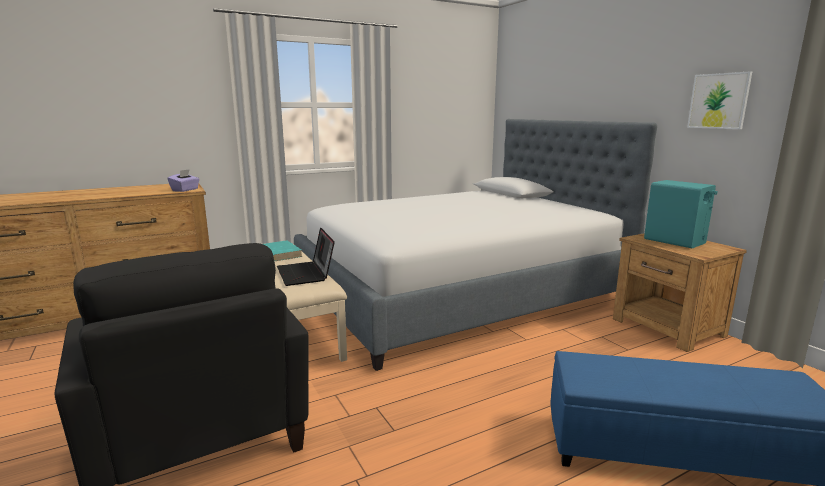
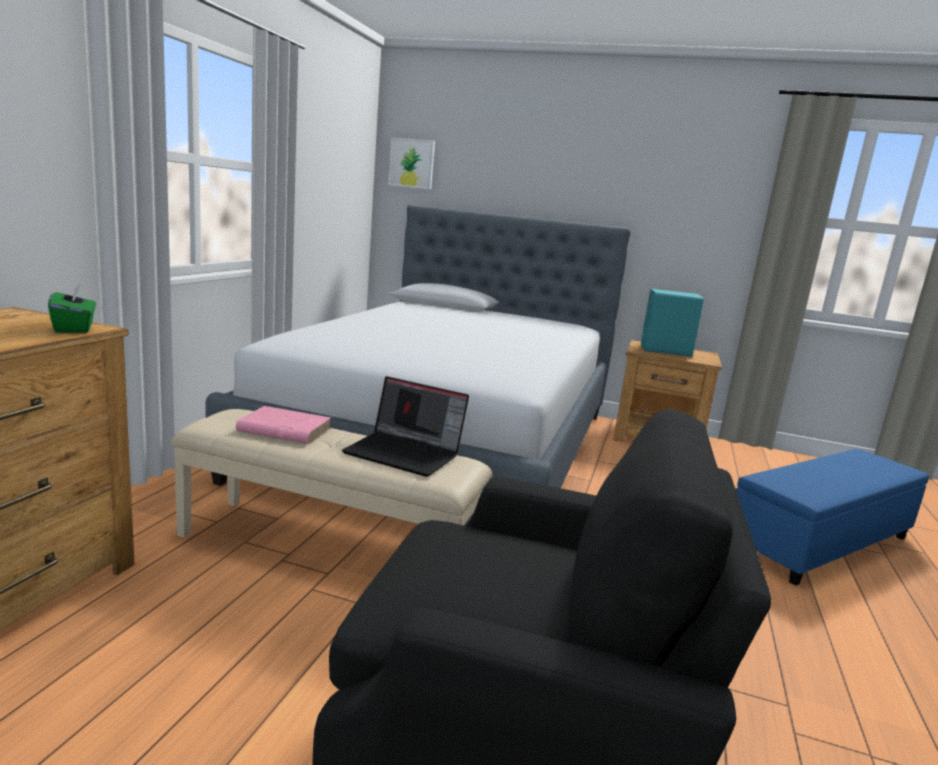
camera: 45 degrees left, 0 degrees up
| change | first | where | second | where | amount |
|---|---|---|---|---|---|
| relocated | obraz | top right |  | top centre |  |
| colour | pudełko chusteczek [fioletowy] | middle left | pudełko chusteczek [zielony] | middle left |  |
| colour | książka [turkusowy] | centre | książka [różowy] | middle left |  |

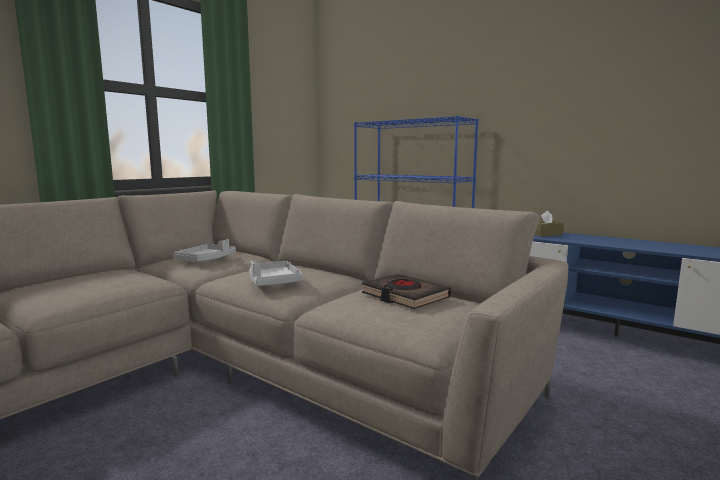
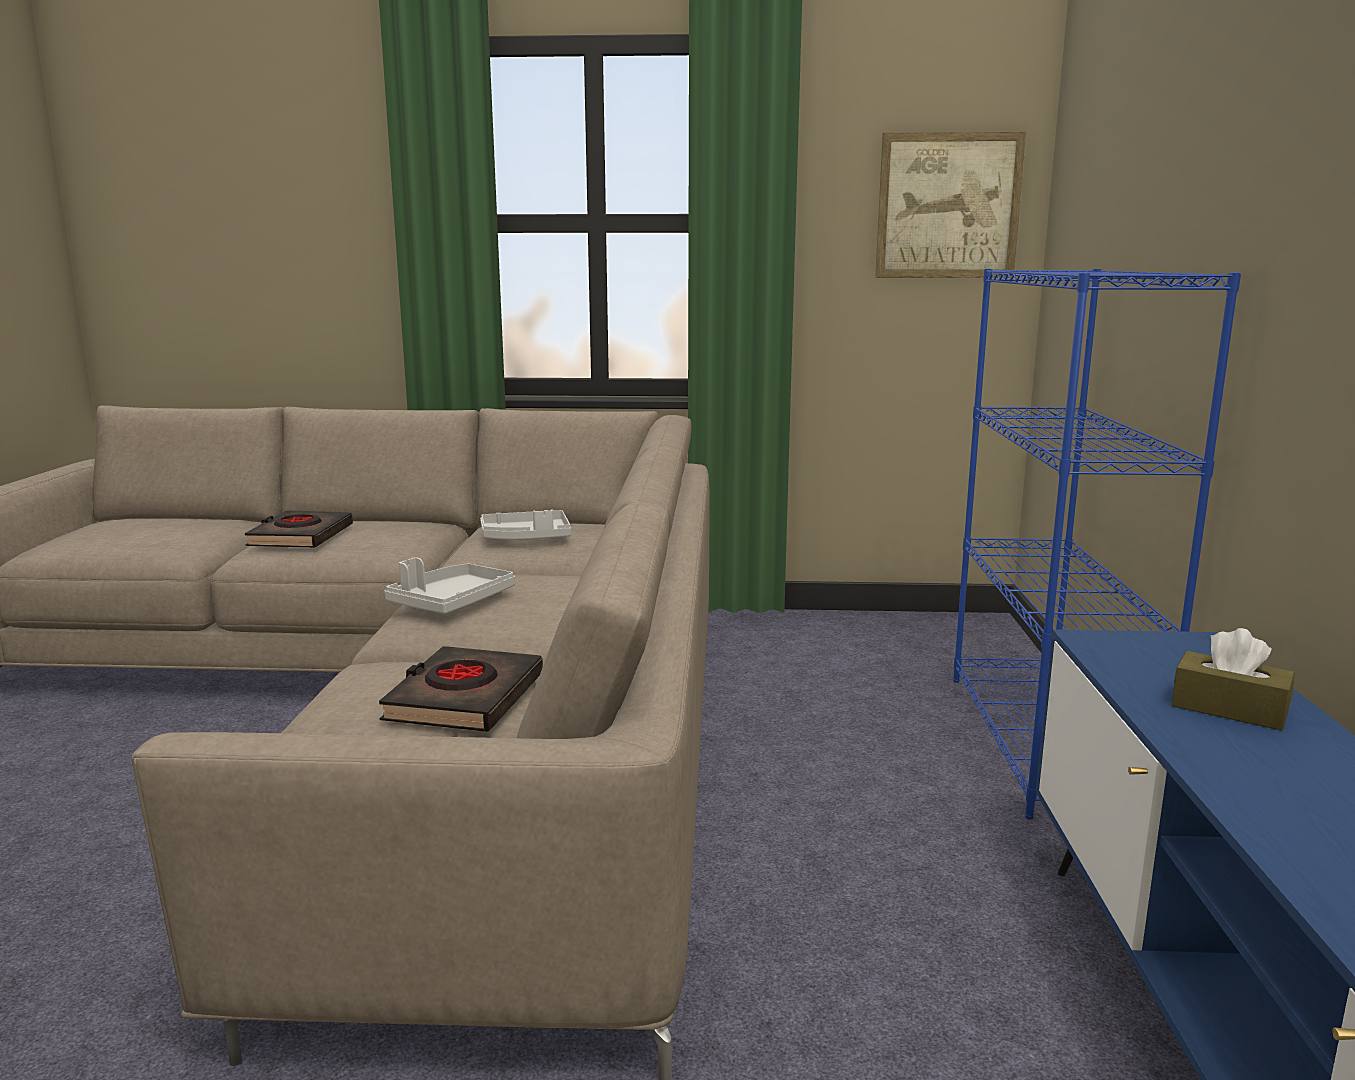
camera: 55 degrees right, 5 degrees up
| change | first | where | second | where | amount |
|---|---|---|---|---|---|
| appeared |  |  | książka [czarny] (no. 1 from left) | middle left |  |
| appeared |  |  | obraz | top right |  |

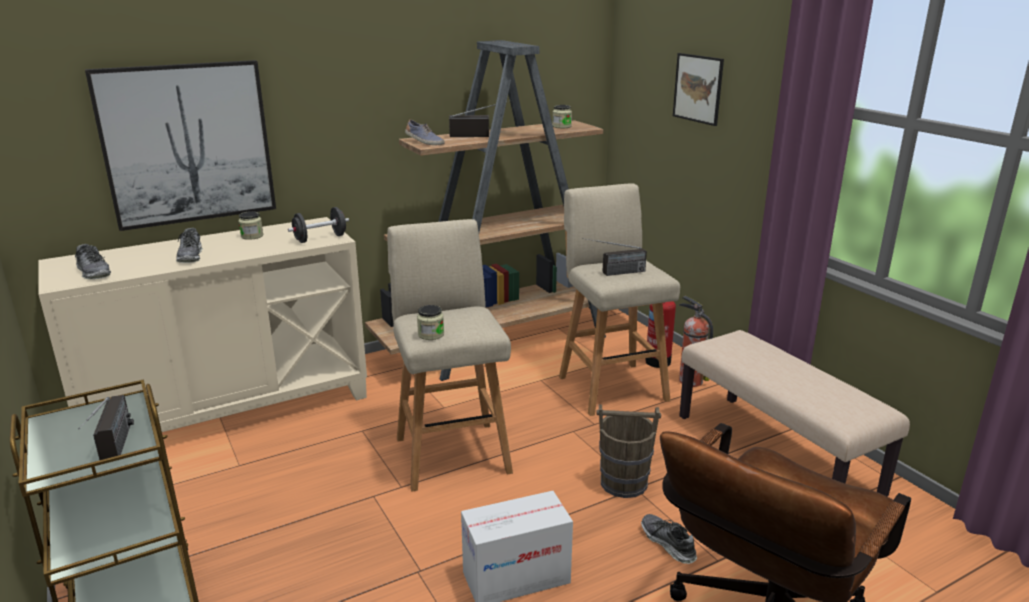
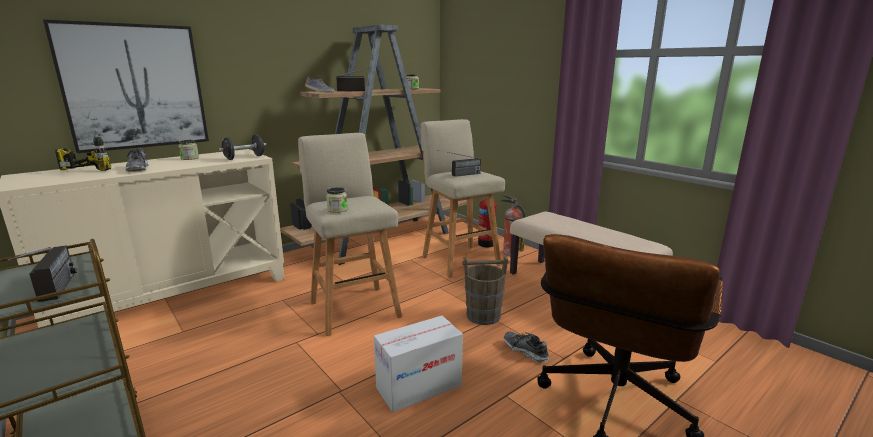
camera: 10 degrees left, 5 degrees down
| change | first | where | second | where | amount |
|---|---|---|---|---|---|
| missing | but (no. 1 from left) | middle left |  |  |  |
| missing | obraz (no. 2 from left) | top right |  |  |  |
| appeared |  |  | wiertarka | middle left |  |

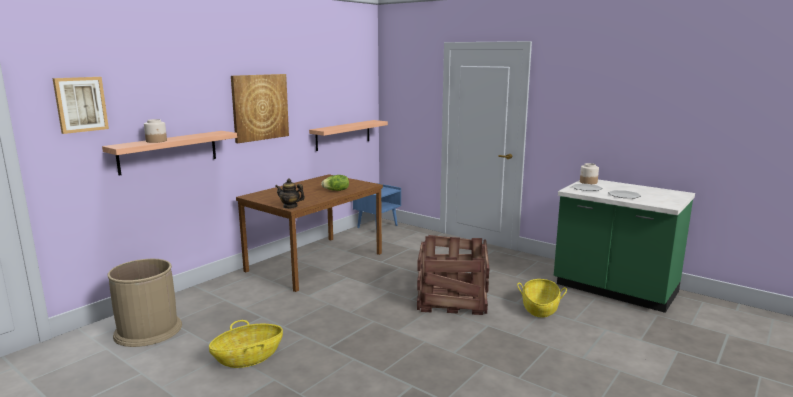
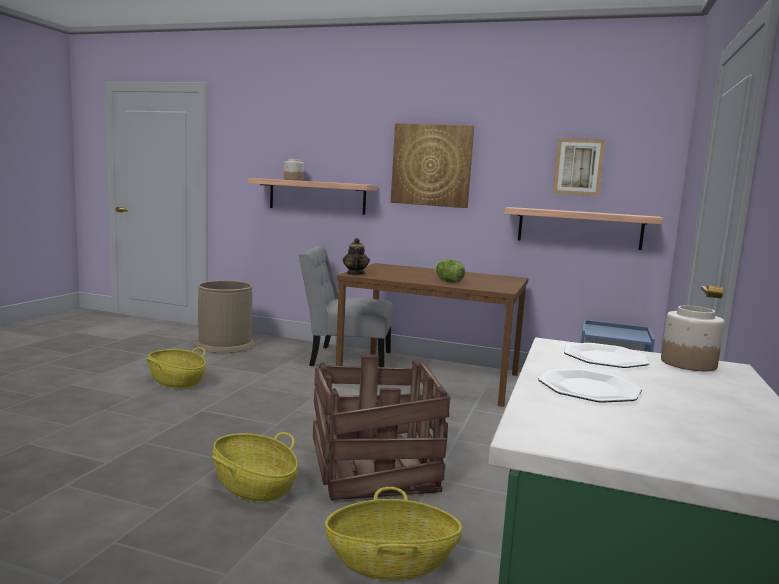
camera: 70 degrees right, 5 degrees down
| change | first | where | second | where | amount |
|---|---|---|---|---|---|
| appeared |  |  | koszyk (no. 2 from left) | bottom left |  |
| appeared |  |  | krzesło [szary] | centre |  |
| relocated | obraz (no. 1 from left in the first image) | top left | obraz (no. 2 from left) | top right |  |

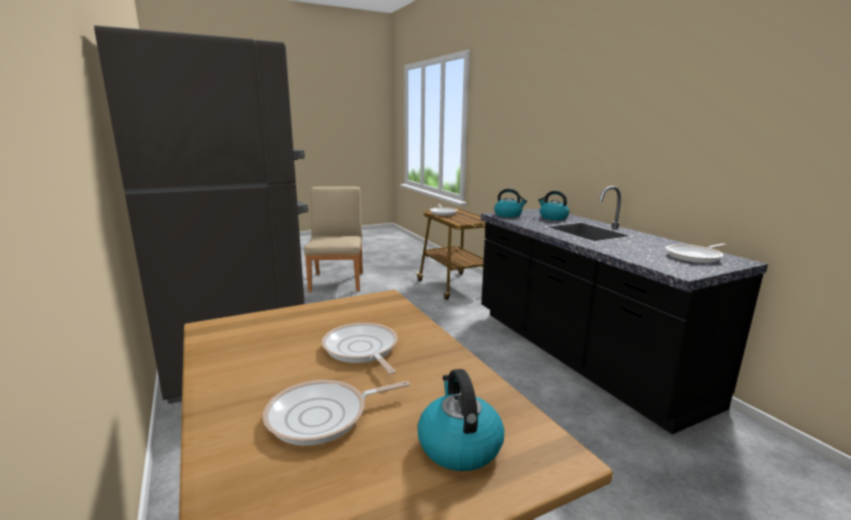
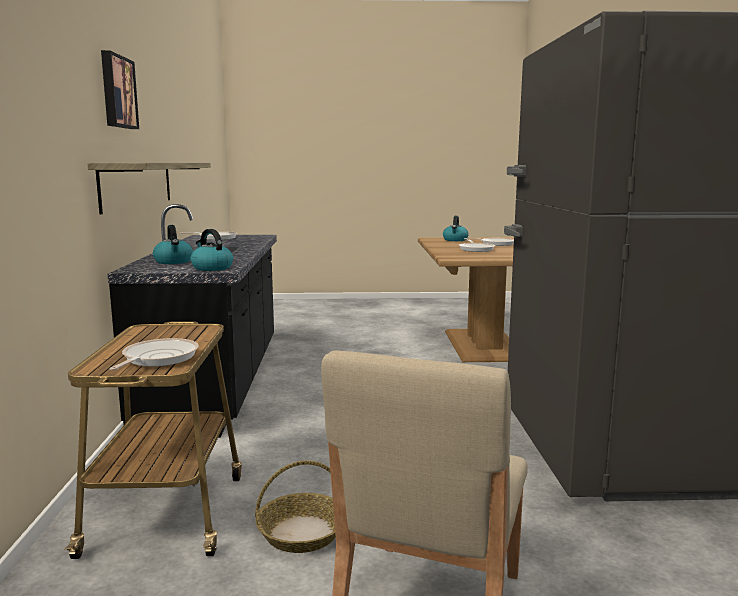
camera: 155 degrees left, 5 degrees down
| change | first | where | second | where | amount |
|---|---|---|---|---|---|
| appeared |  |  | półka | top left |  |
| appeared |  |  | obraz | top left |  |
| appeared |  |  | koszyk | bottom centre |  |

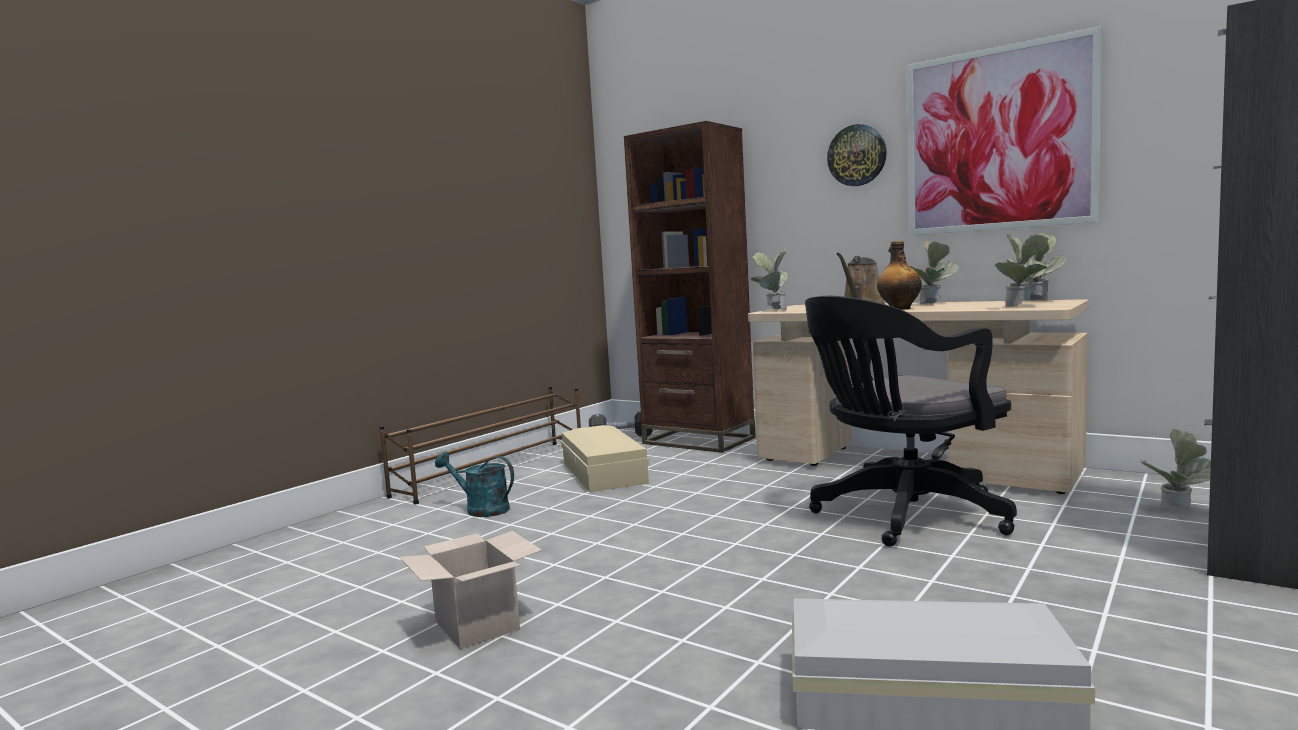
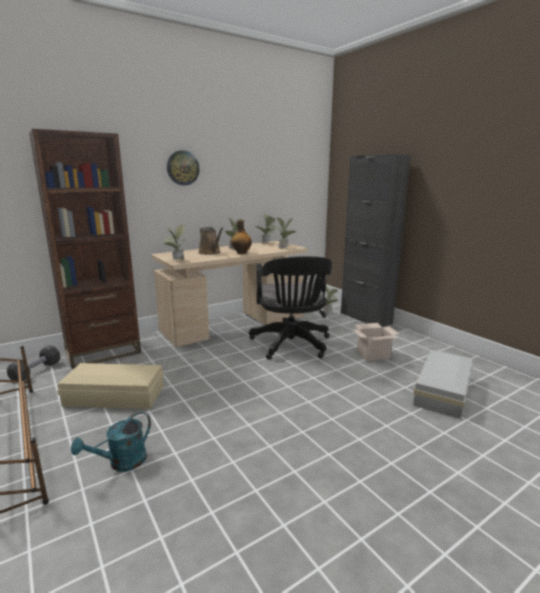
camera: 70 degrees left, 10 degrees up
| change | first | where | second | where | amount |
|---|---|---|---|---|---|
| missing | obraz | top right |  |  |  |
| relocated | karton | bottom centre |  | middle right |  |

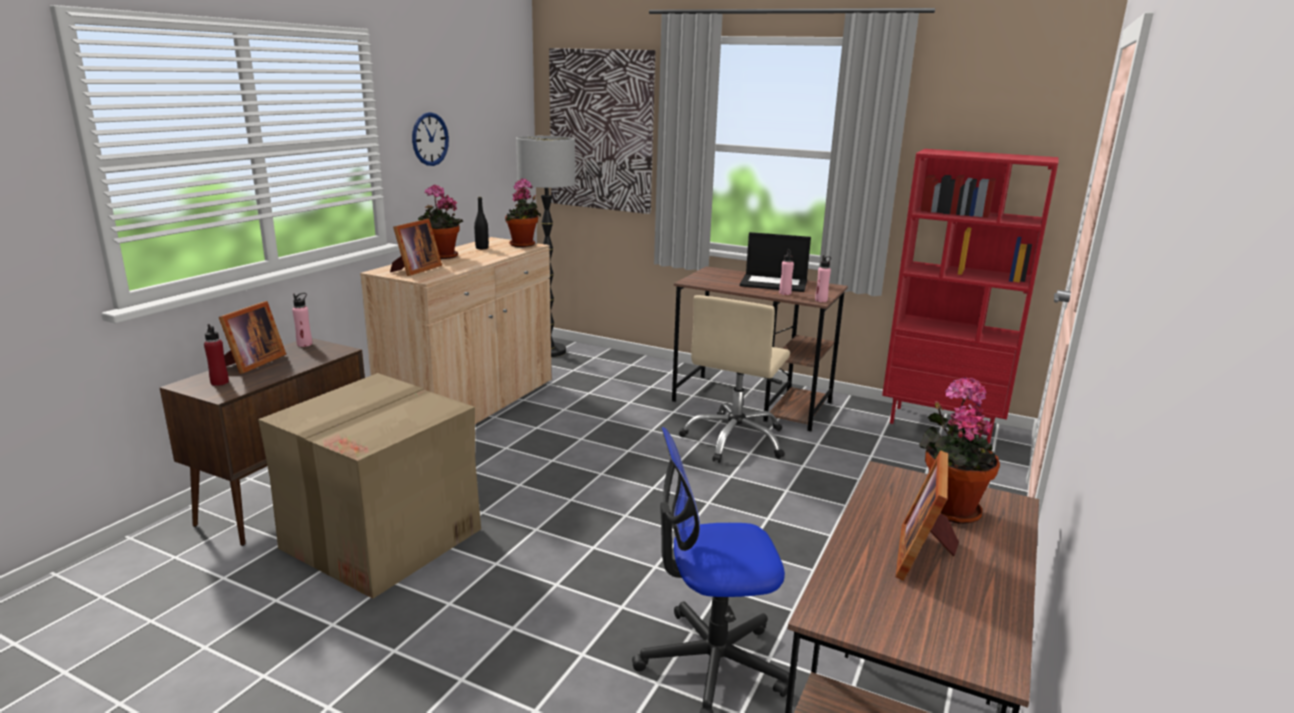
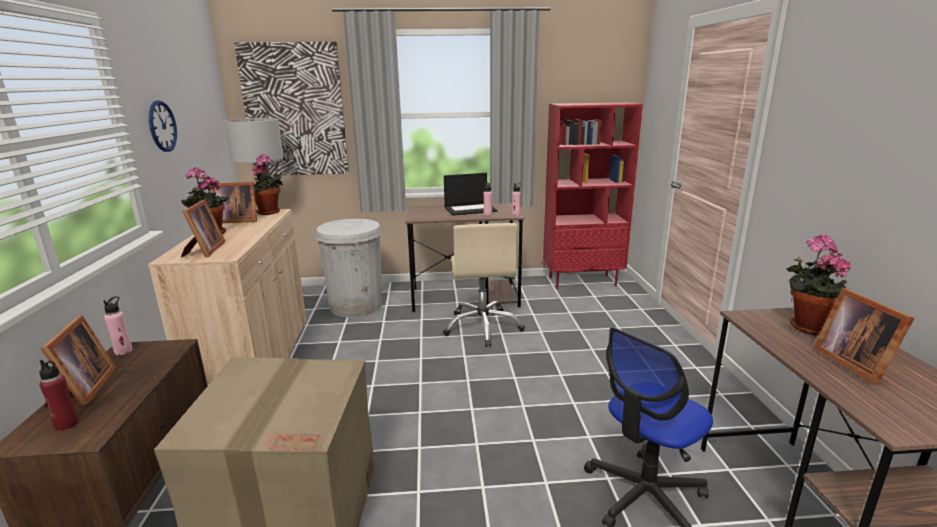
camera: 30 degrees left, 0 degrees up
| change | first | where | second | where | amount |
|---|---|---|---|---|---|
| appeared |  |  | kosz na śmieci [biały] | centre |  |
| exchanged | butelka [czarny] | top centre | ramka na zdjęcie (no. 3 from left) | middle left |  |

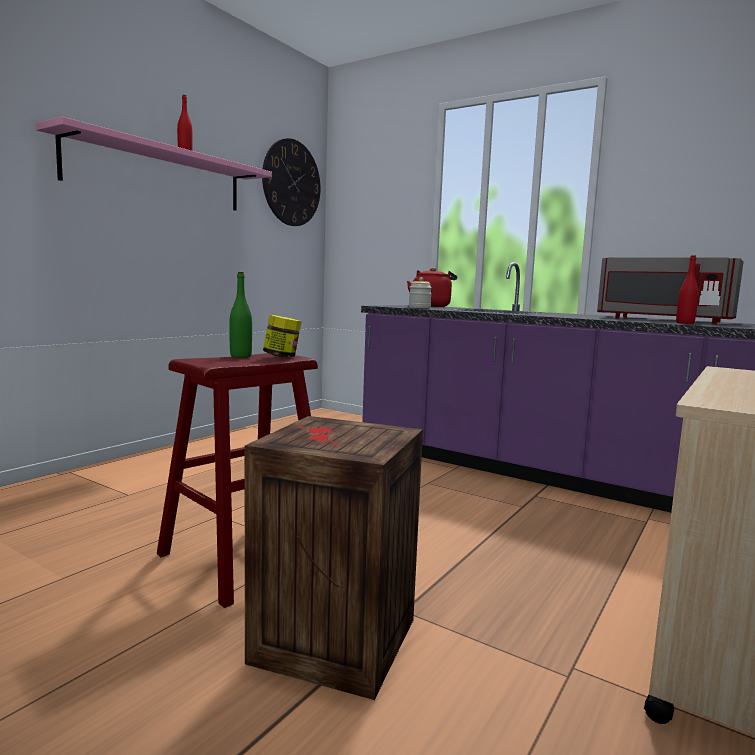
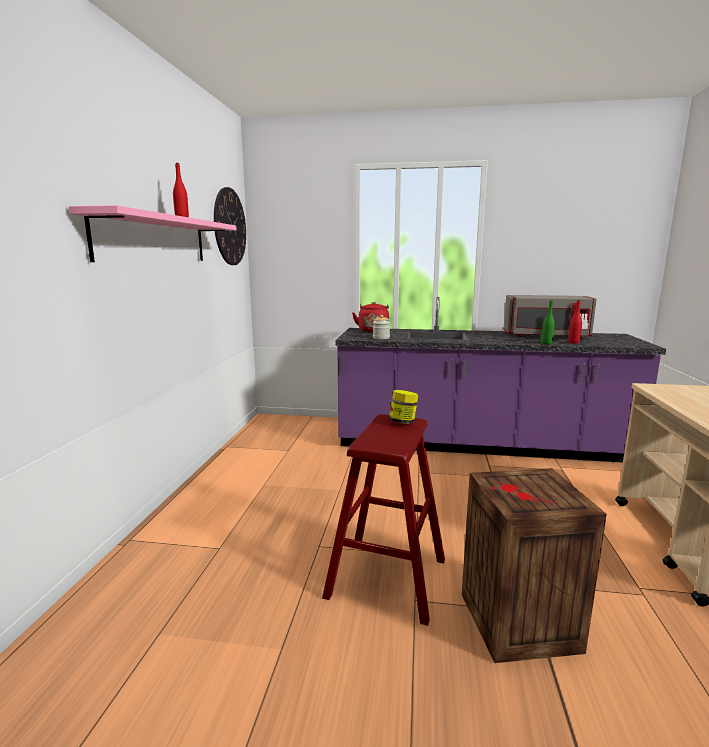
camera: 25 degrees left, 5 degrees up
| change | first | where | second | where | amount |
|---|---|---|---|---|---|
| relocated | butelka [zielony] | middle left |  | middle right |  |

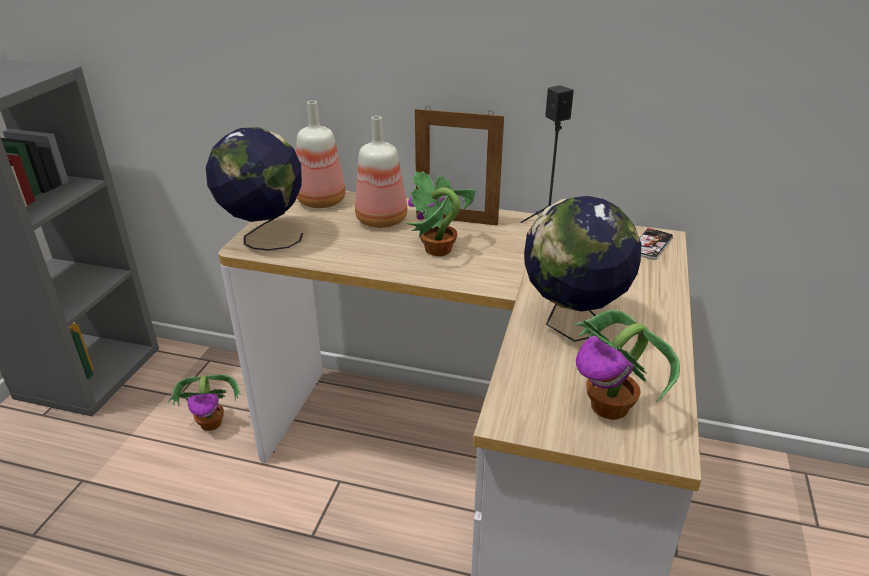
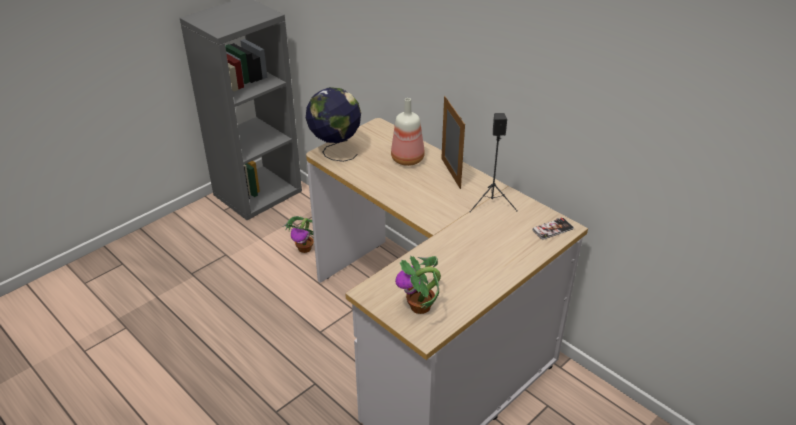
camera: 30 degrees right, 5 degrees up
| change | first | where | second | where | amount |
|---|---|---|---|---|---|
| missing | butelka (no. 1 from left) | top centre |  |  |  |
| missing | roślina doniczkowa (no. 2 from left) | centre |  |  |  |
| missing | globus (no. 2 from left) | middle right |  |  |  |
| spun | ramka na zdjęcie | top centre |  | centre | 150 degrees counterclockwise |

